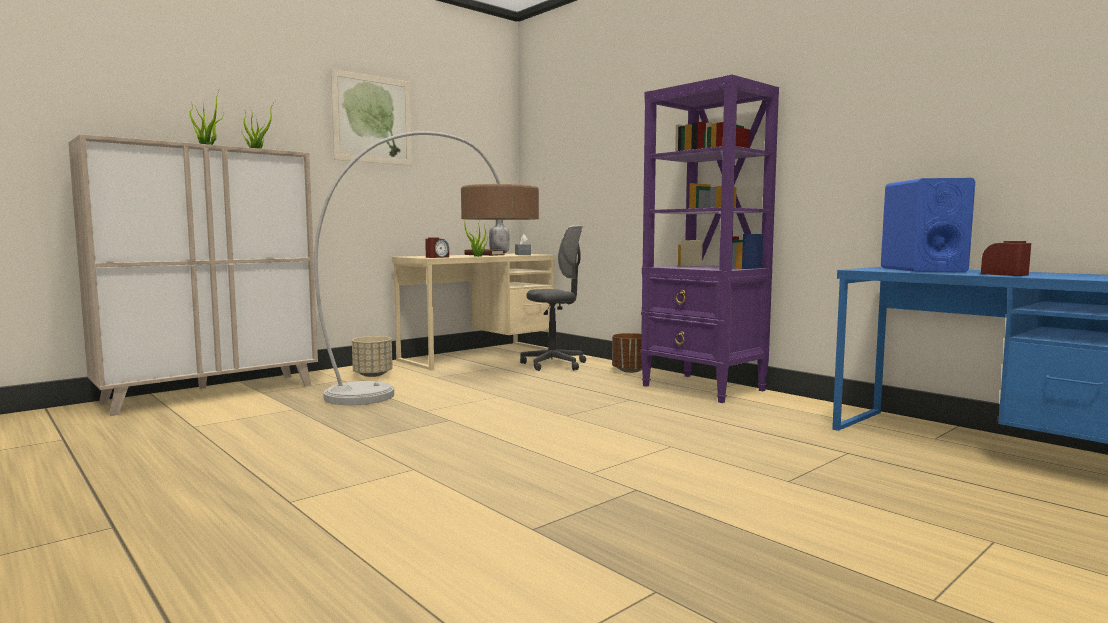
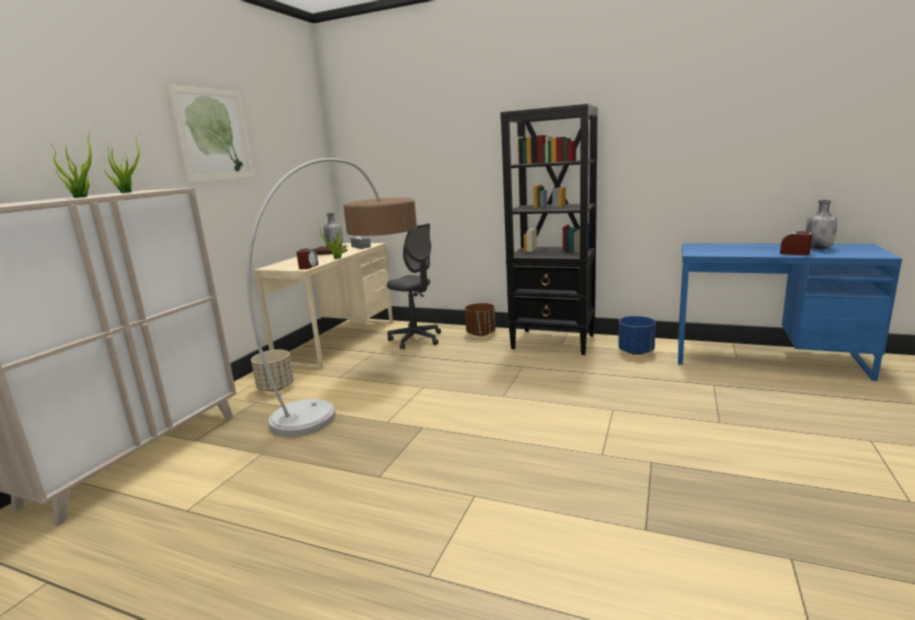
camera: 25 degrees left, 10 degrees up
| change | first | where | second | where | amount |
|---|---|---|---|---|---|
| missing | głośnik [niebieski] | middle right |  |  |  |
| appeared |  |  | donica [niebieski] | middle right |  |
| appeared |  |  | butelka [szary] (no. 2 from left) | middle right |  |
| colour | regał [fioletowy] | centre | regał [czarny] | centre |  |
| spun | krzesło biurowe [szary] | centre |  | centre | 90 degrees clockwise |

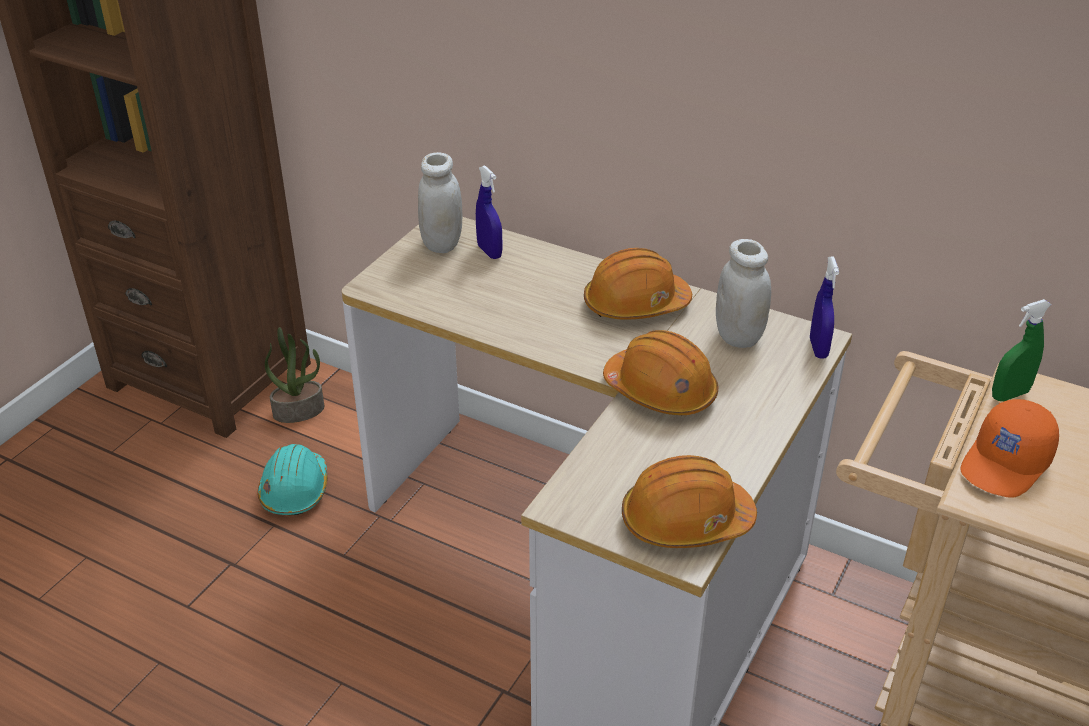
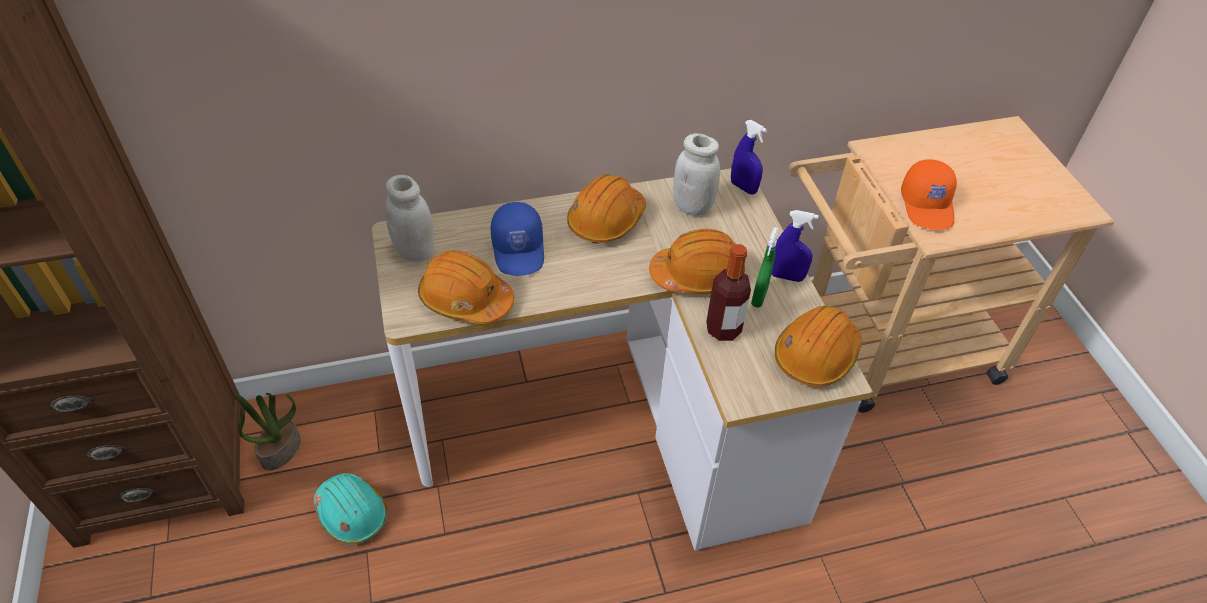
camera: 45 degrees left, 10 degrees up
| change | first | where | second | where | amount |
|---|---|---|---|---|---|
| appeared |  |  | kask [pomarańczowy] (no. 1 from left) | centre |  |
| appeared |  |  | czapka z daszkiem [niebieski] | centre |  |
| appeared |  |  | butelka | centre |  |
| relocated | spryskiwacz [niebieski] (no. 1 from left in the first image) | top centre | spryskiwacz [niebieski] (no. 2 from left) | centre |  |
| relocated | spryskiwacz [zielony] | middle right |  | centre |  |

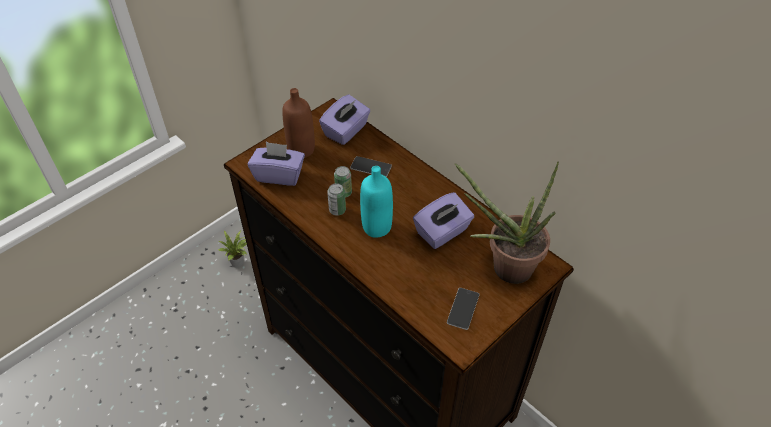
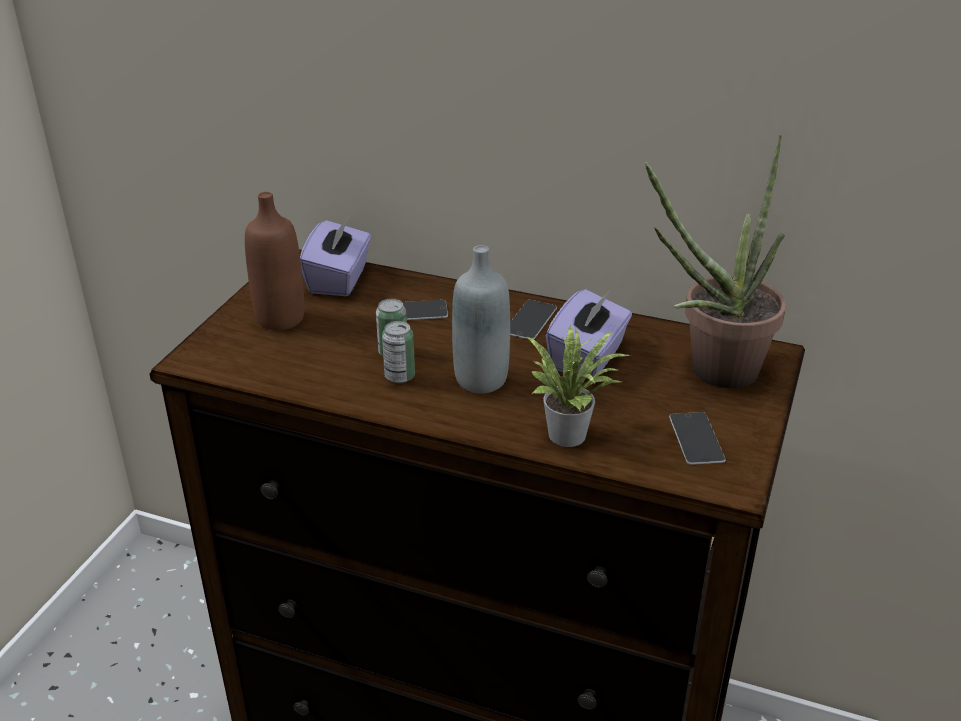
camera: 25 degrees left, 15 degrees down
| change | first | where | second | where | amount |
|---|---|---|---|---|---|
| missing | pudełko chusteczek [fioletowy] (no. 1 from left) | centre |  |  |  |
| appeared |  |  | telefon (no. 2 from left) | centre |  |
| relocated | roślina doniczkowa (no. 1 from left) | middle left |  | centre |  |
| colour | butelka [turkusowy] | centre | butelka [szary] | centre |  |

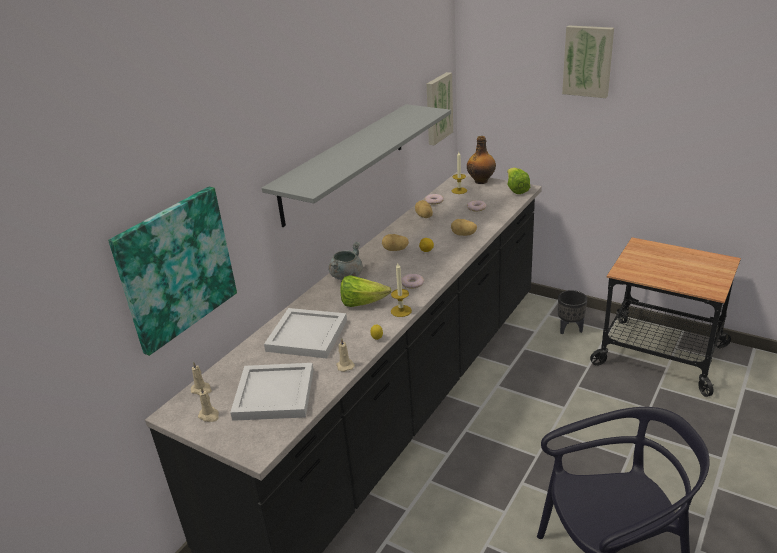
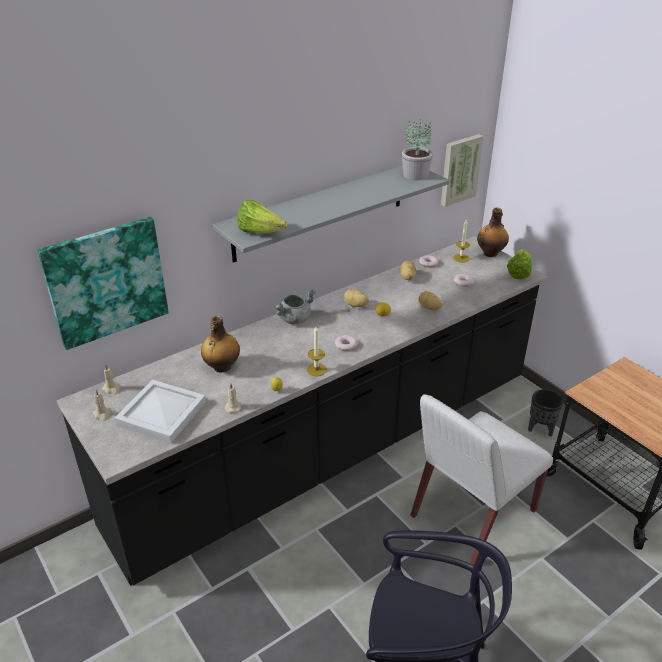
camera: 20 degrees right, 5 degrees up
| change | first | where | second | where | amount |
|---|---|---|---|---|---|
| missing | obraz (no. 3 from left) | top right |  |  |  |
| appeared |  |  | roślina doniczkowa | top centre |  |
| appeared |  |  | krzesło [biały] | bottom right |  |
| relocated | sałata (no. 1 from left) | centre |  | top centre |  |
| exchanged | taca [biały] (no. 2 from left) | centre | butelka (no. 1 from left) | middle left |  |

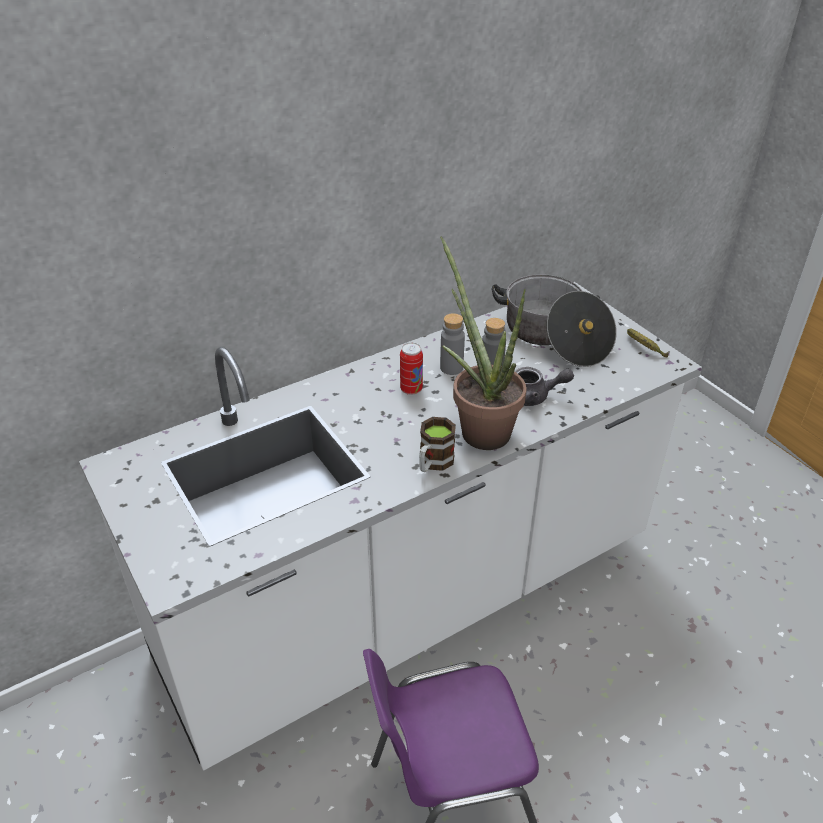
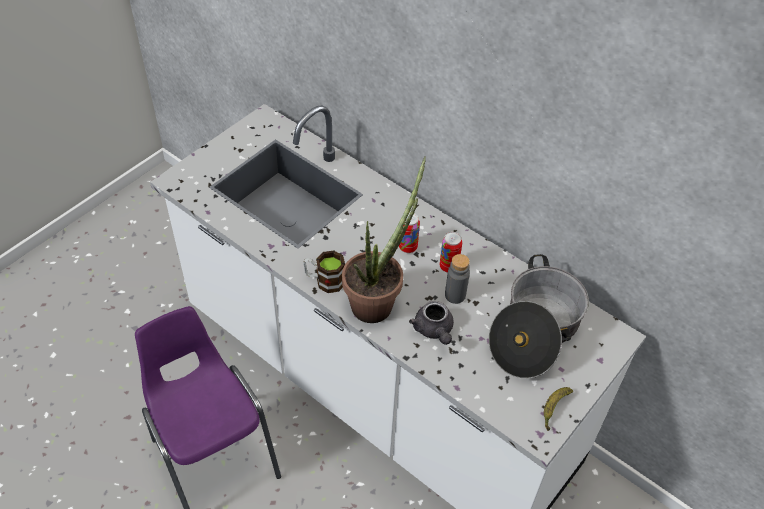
camera: 70 degrees right, 10 degrees up
| change | first | where | second | where | amount |
|---|---|---|---|---|---|
| exchanged | butelka [szary] (no. 1 from left) | centre | puszka (no. 2 from left) | centre |  |

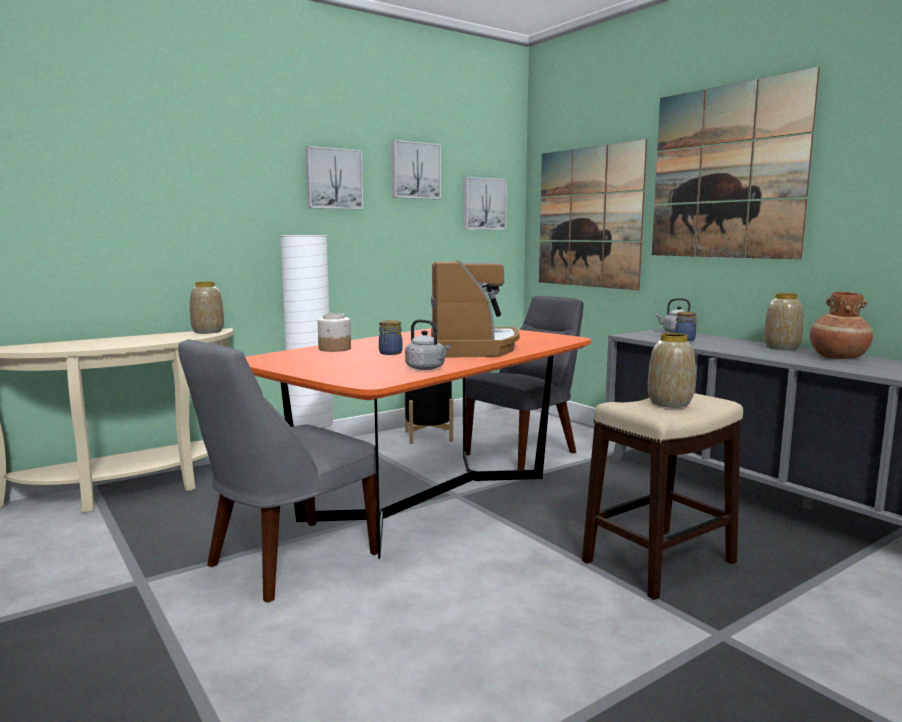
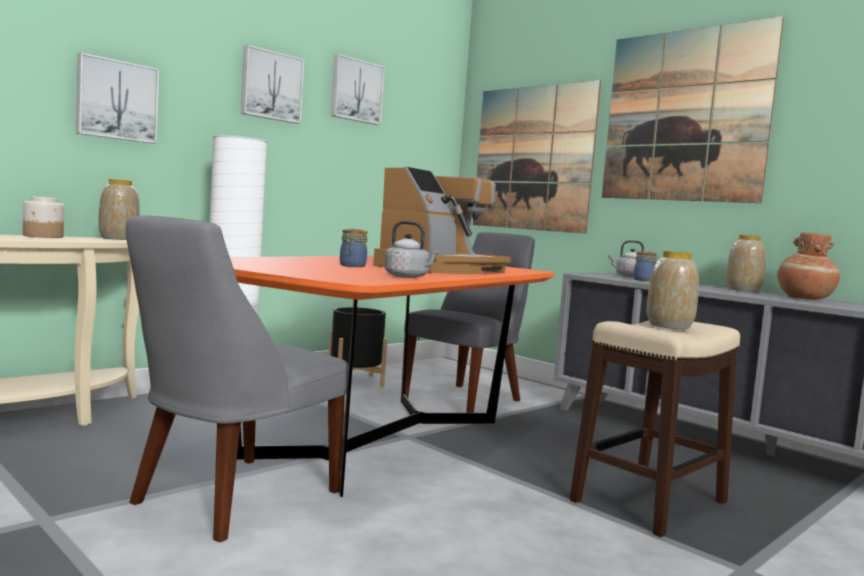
camera: 10 degrees left, 5 degrees down
| change | first | where | second | where | amount |
|---|---|---|---|---|---|
| relocated | słoik (no. 1 from left) | centre |  | middle left |  |
| relocated | obraz (no. 3 from left in the first image) | top centre | obraz (no. 1 from left) | top left |  |
| spun | ekspres do kawy | centre |  | centre | 45 degrees clockwise |

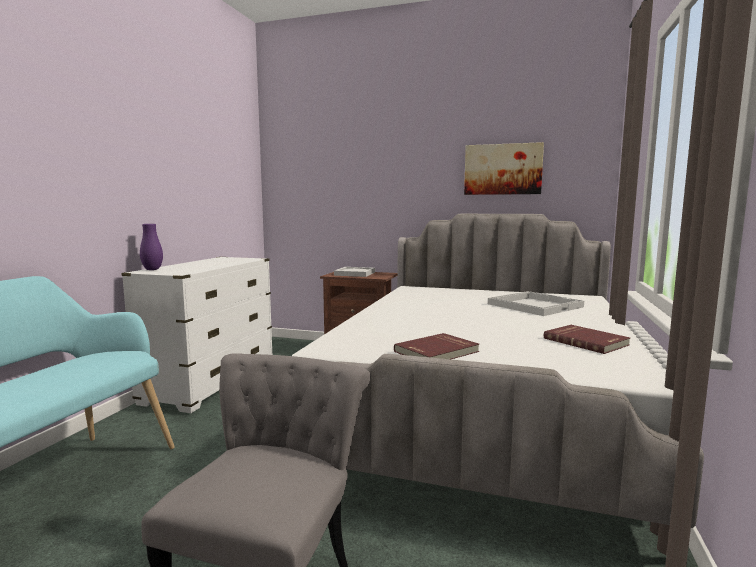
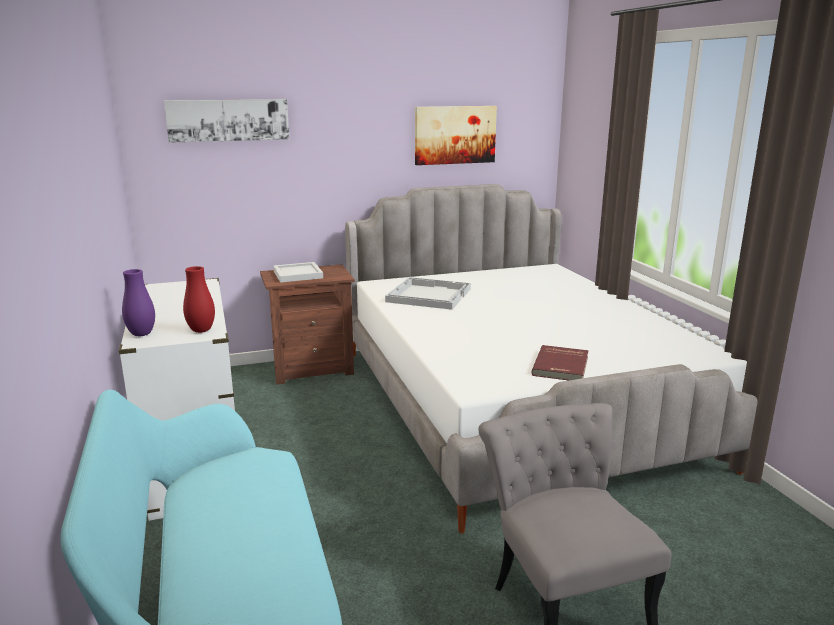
camera: 35 degrees left, 10 degrees up
| change | first | where | second | where | amount |
|---|---|---|---|---|---|
| missing | książka [czerwony] (no. 2 from left) | middle right |  |  |  |
| appeared |  |  | obraz (no. 1 from left) | top left |  |
| appeared |  |  | wazon [czerwony] | middle left |  |
| relocated | taca [biały] (no. 2 from left) | middle right |  | centre |  |

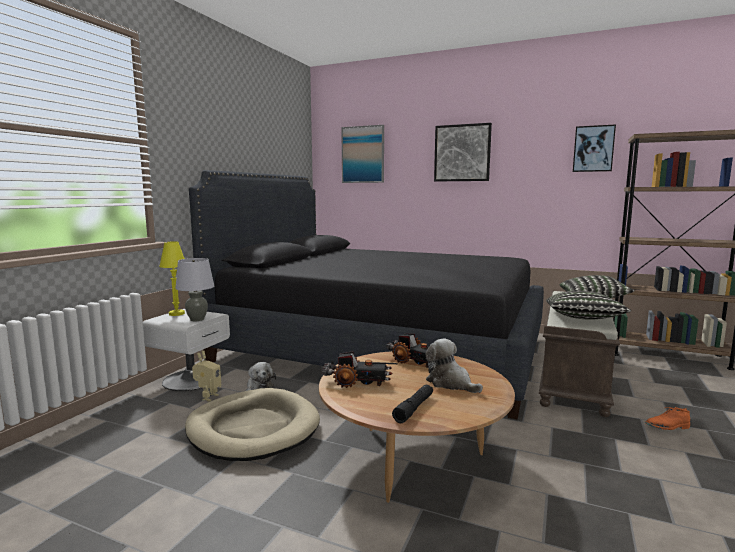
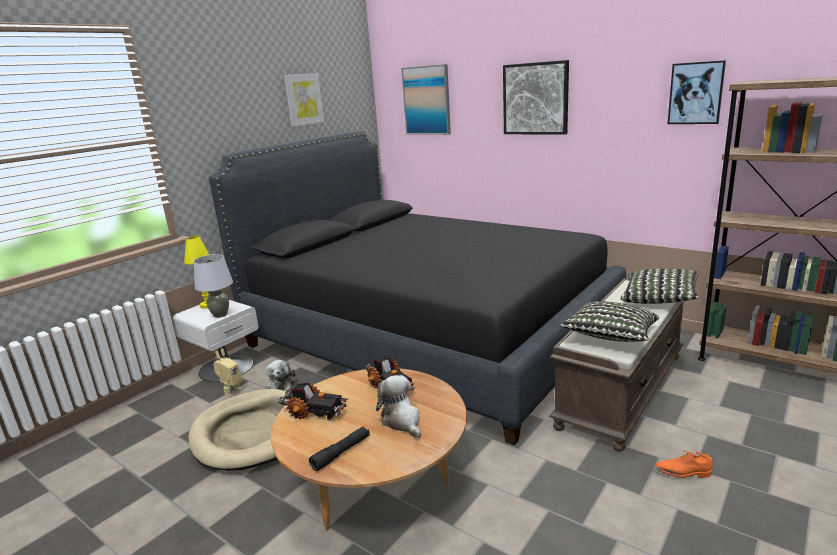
camera: 15 degrees right, 10 degrees up
| change | first | where | second | where | amount |
|---|---|---|---|---|---|
| appeared |  |  | obraz (no. 1 from left) | top centre |  |

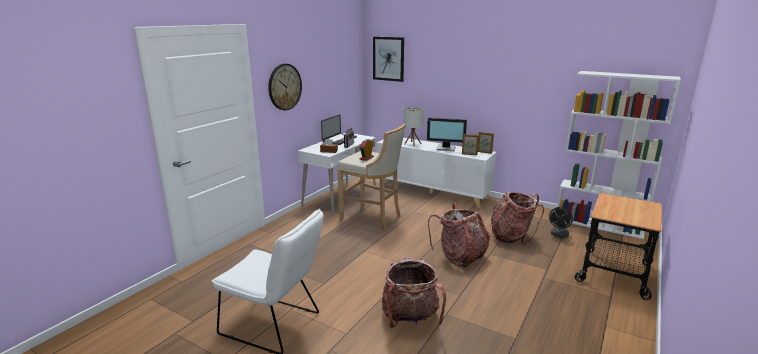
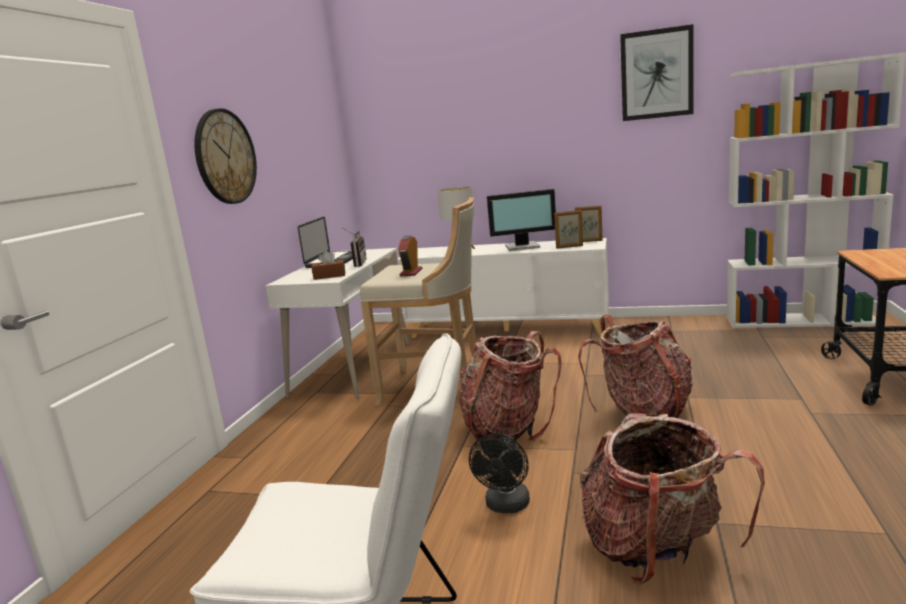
camera: 15 degrees left, 5 degrees down
| change | first | where | second | where | amount |
|---|---|---|---|---|---|
| relocated | obraz | top centre |  | top right |  |
| relocated | plecak (no. 3 from left in the first image) | middle right | plecak (no. 1 from left) | centre |  |
| relocated | wentylator [czarny] | middle right |  | bottom centre |  |

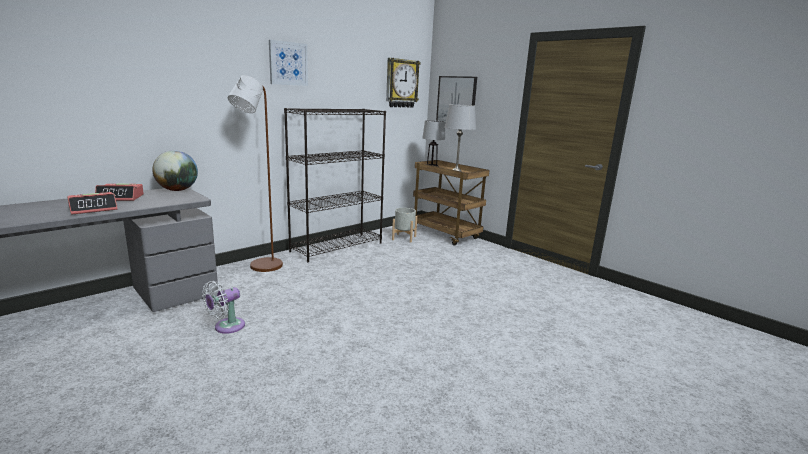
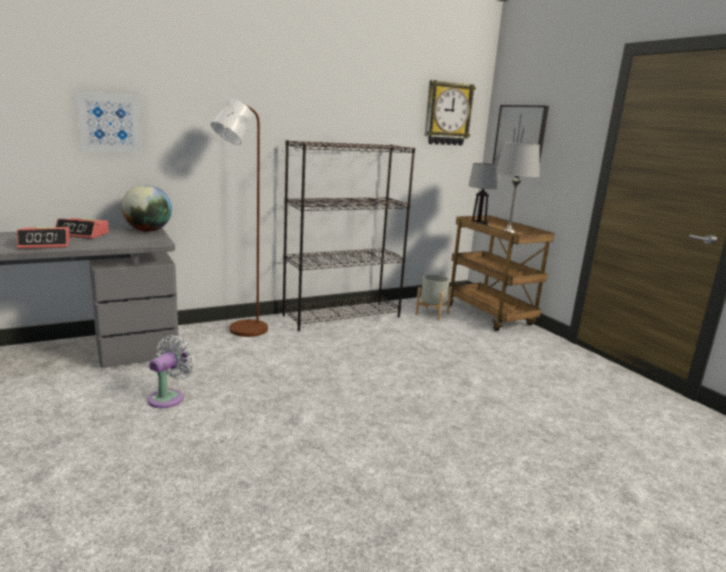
camera: 15 degrees right, 0 degrees up
| change | first | where | second | where | amount |
|---|---|---|---|---|---|
| relocated | obraz (no. 1 from left) | top centre |  | top left |  |
| spun | wentylator [biały] | bottom left |  | middle left | 150 degrees clockwise |

